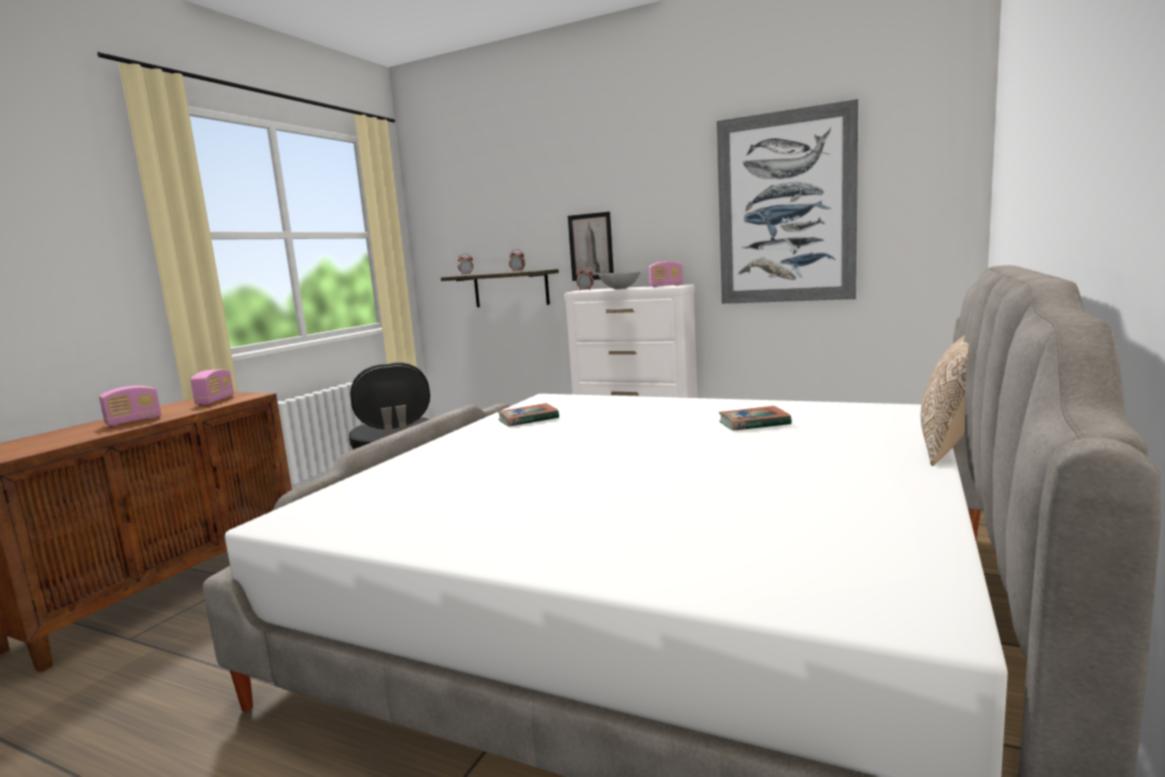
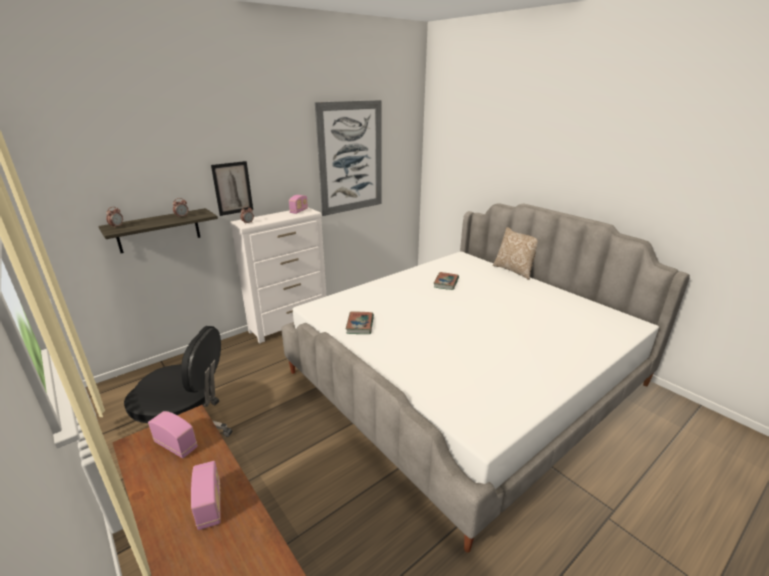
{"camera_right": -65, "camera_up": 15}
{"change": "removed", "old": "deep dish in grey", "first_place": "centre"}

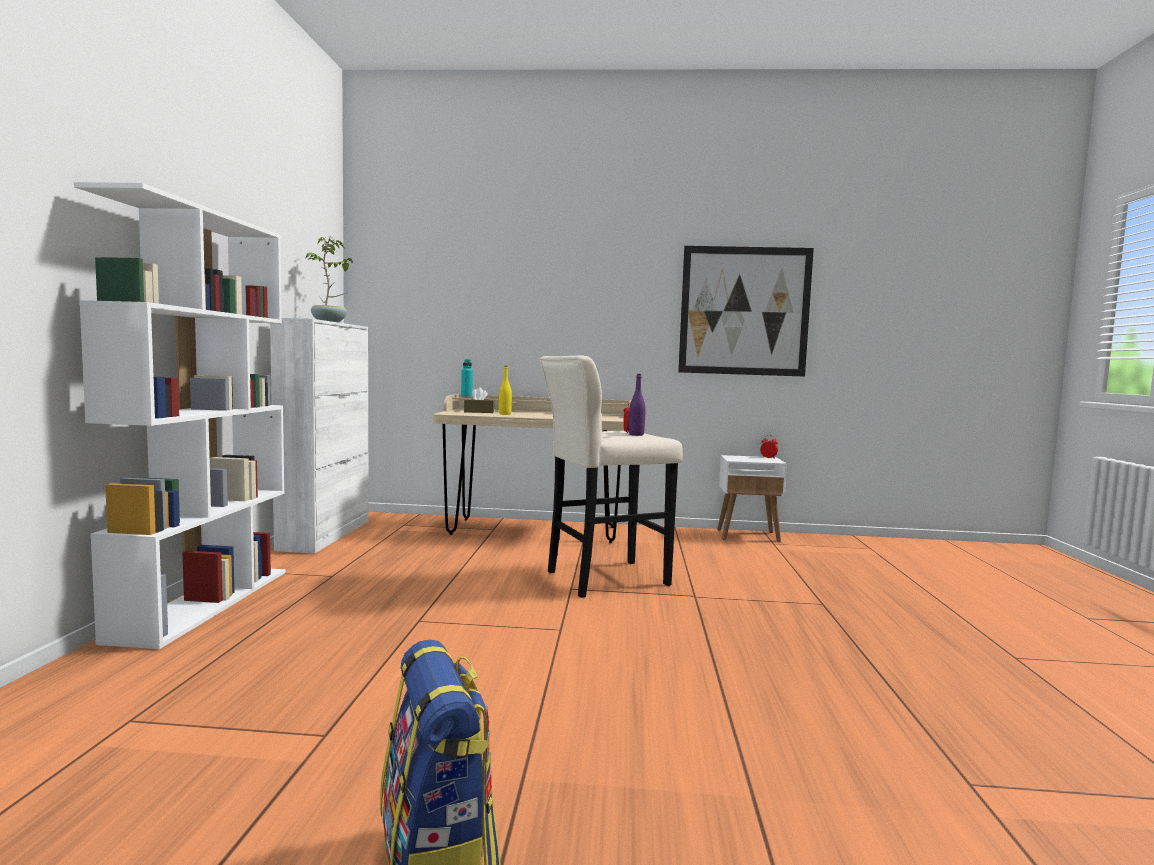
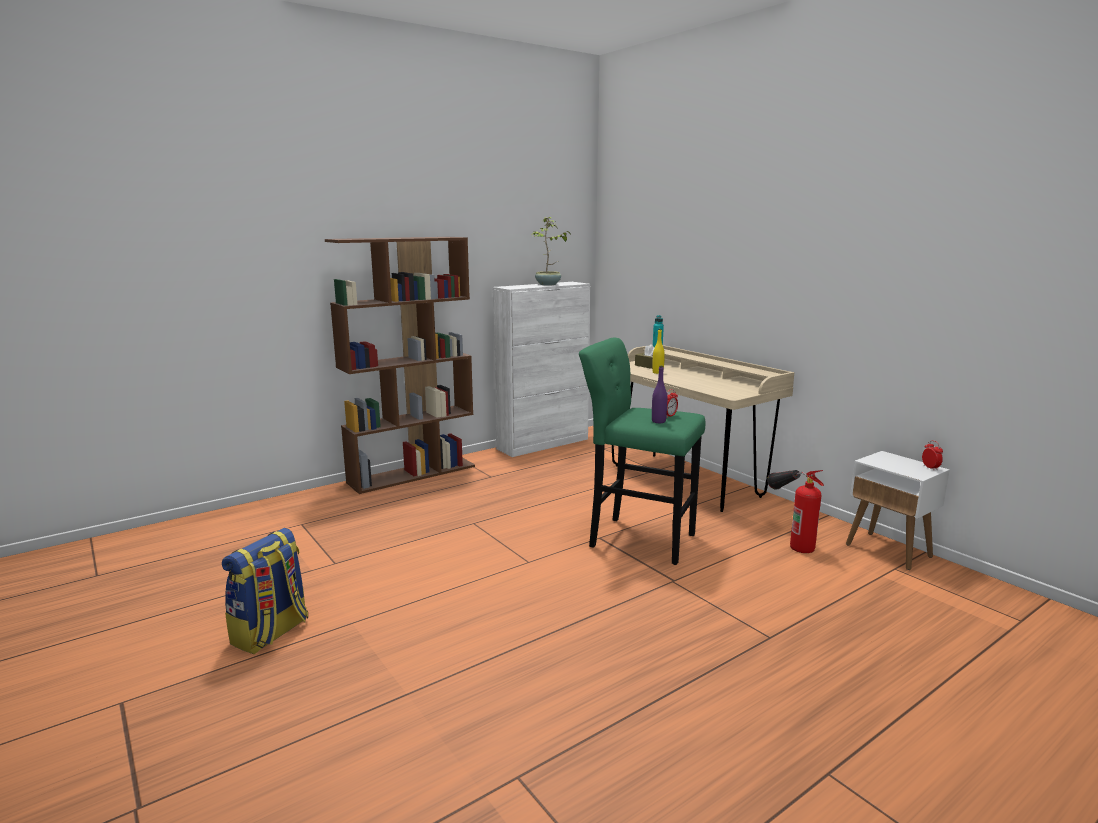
{"camera_right": 50, "camera_up": 10}
{"change": "recoloured", "old": "bookshelf in white-coloured", "new": "bookshelf in brown-coloured", "first_place": "middle left", "second_place": "centre"}
{"change": "recoloured", "old": "stool in sand-coloured", "new": "stool in green-coloured", "first_place": "centre", "second_place": "centre"}
{"change": "removed", "old": "wall art", "first_place": "centre"}
{"change": "added", "new": "fire extinguisher", "second_place": "middle right"}

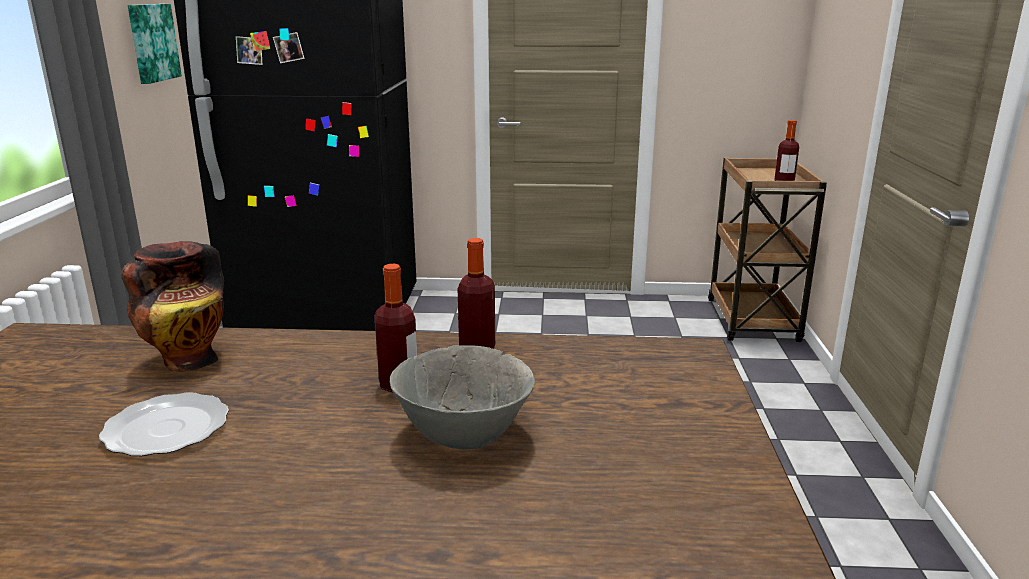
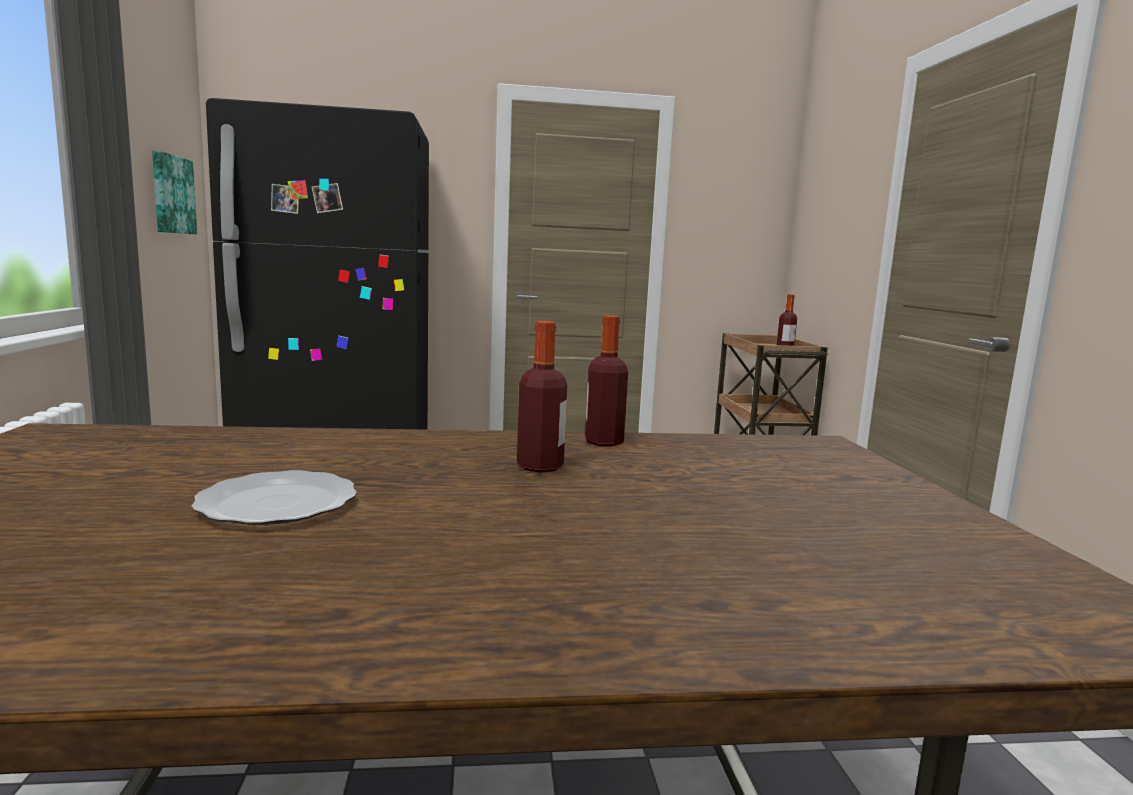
{"camera_right": -10, "camera_up": -10}
{"change": "removed", "old": "vase", "first_place": "middle left"}
{"change": "removed", "old": "deep dish in grey", "first_place": "bottom centre"}

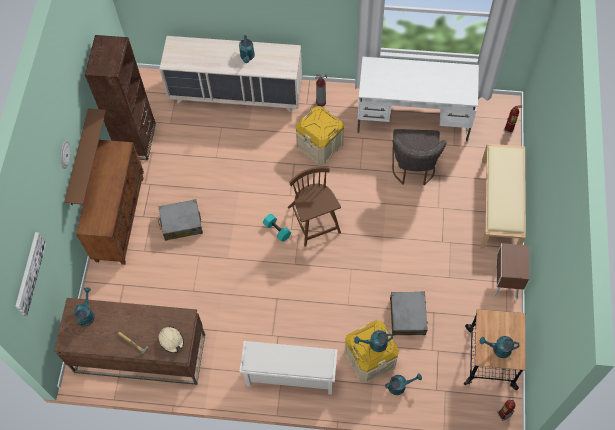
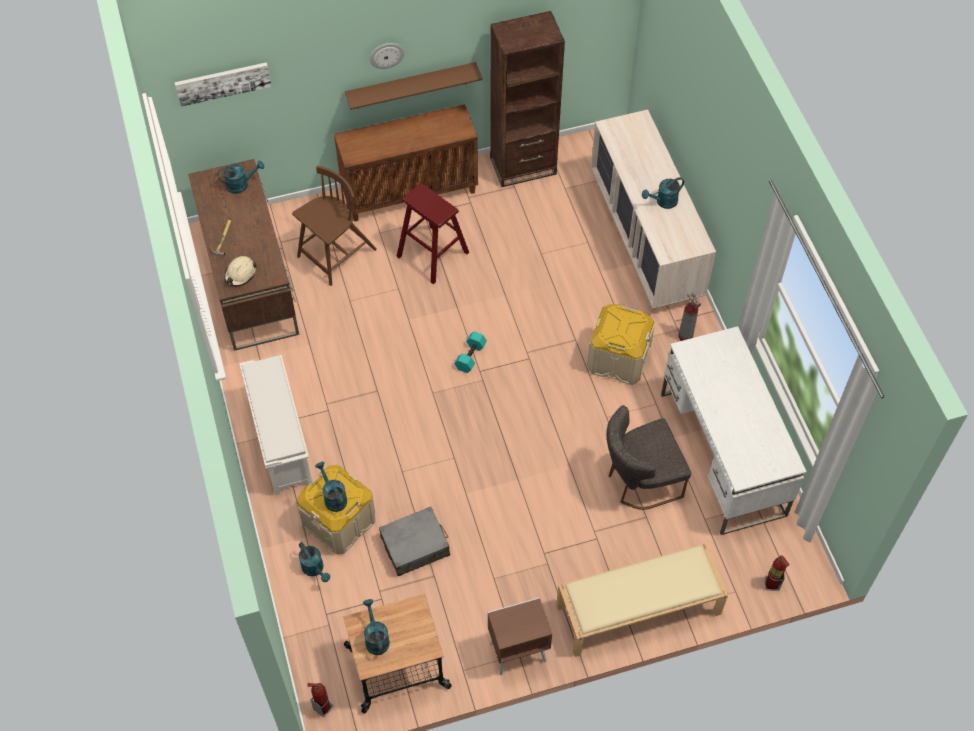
{"camera_right": 65, "camera_up": -5}
{"change": "replaced", "old": "piece of luggage in grey (1st from left)", "new": "stool in red", "first_place": "middle left", "second_place": "top centre"}
{"change": "moved", "old": "chair in brown-coloured", "first_place": "centre", "second_place": "top centre"}

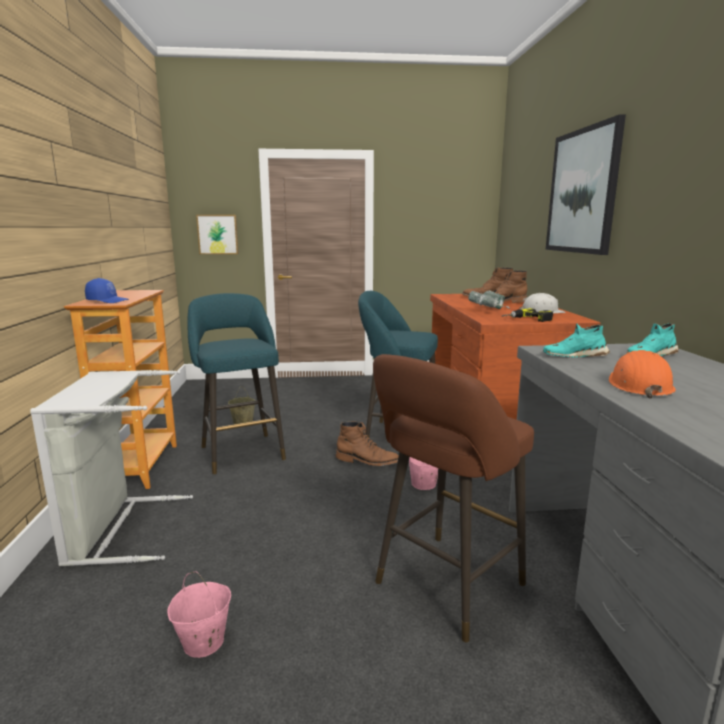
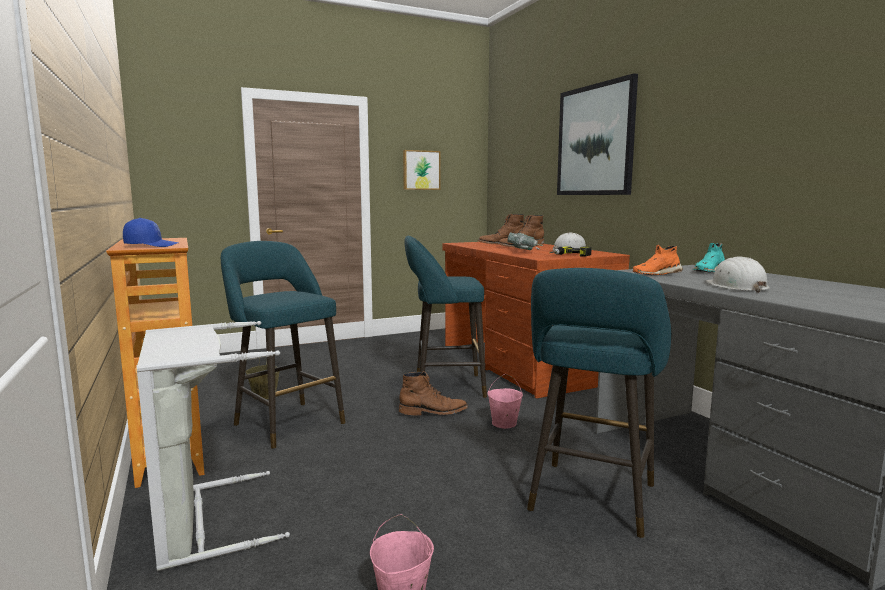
{"camera_right": -20, "camera_up": -5}
{"change": "moved", "old": "wall art (1st from left)", "first_place": "top left", "second_place": "top centre"}
{"change": "recoloured", "old": "stool in brown-coloured", "new": "stool in turquoise (3rd from left)", "first_place": "bottom centre", "second_place": "bottom right"}
{"change": "recoloured", "old": "low shoe in turquoise (1st from left)", "new": "low shoe in orangey", "first_place": "middle right", "second_place": "middle right"}
{"change": "recoloured", "old": "safety helmet in orangey", "new": "safety helmet in white-coloured (2nd from left)", "first_place": "middle right", "second_place": "middle right"}

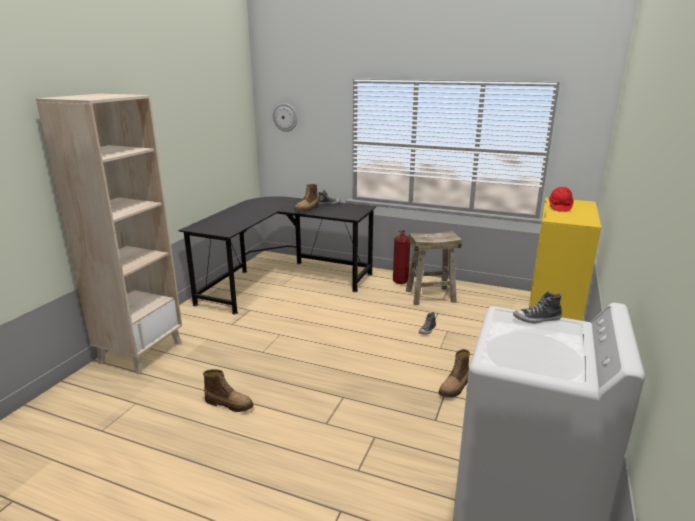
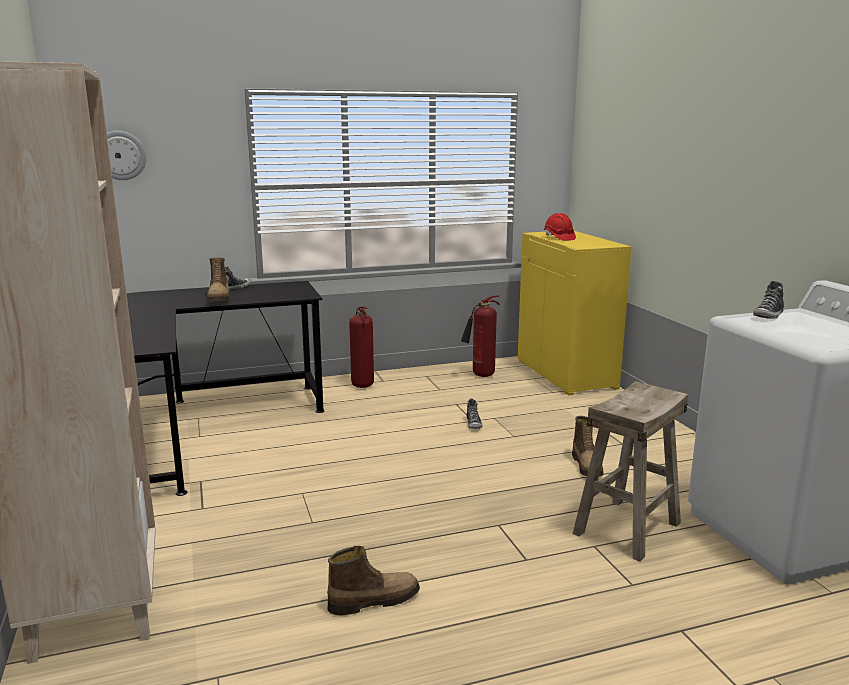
{"camera_right": -40, "camera_up": -5}
{"change": "moved", "old": "stool in sand-coloured", "first_place": "centre", "second_place": "bottom right"}
{"change": "added", "new": "fire extinguisher (2nd from left)", "second_place": "centre"}

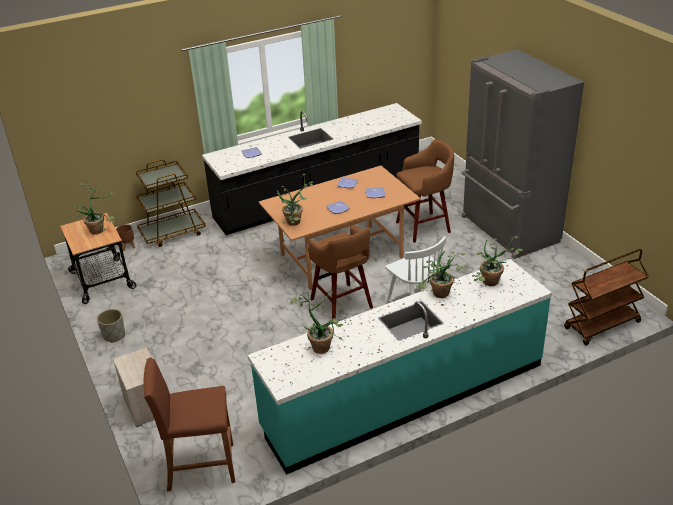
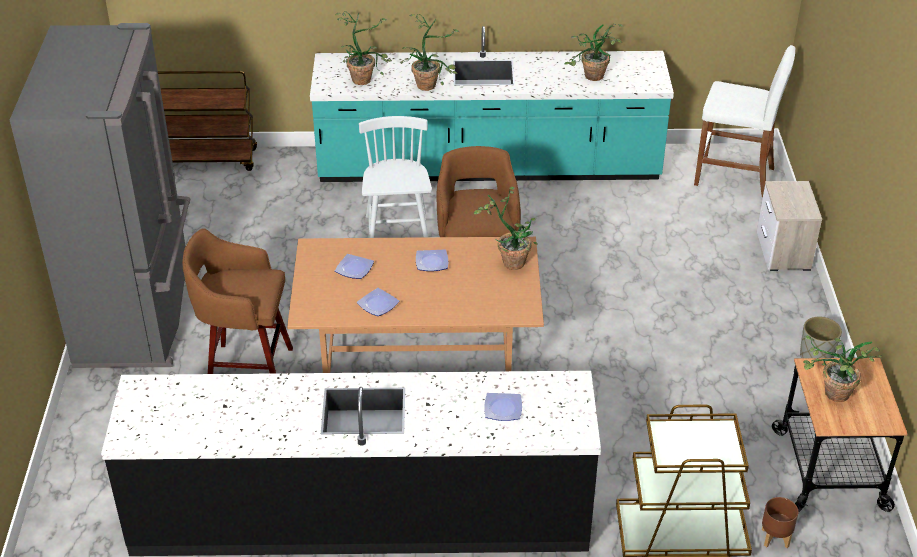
{"camera_right": -155, "camera_up": 5}
{"change": "recoloured", "old": "stool in brown-coloured (1st from left)", "new": "stool in white-coloured", "first_place": "bottom left", "second_place": "top right"}

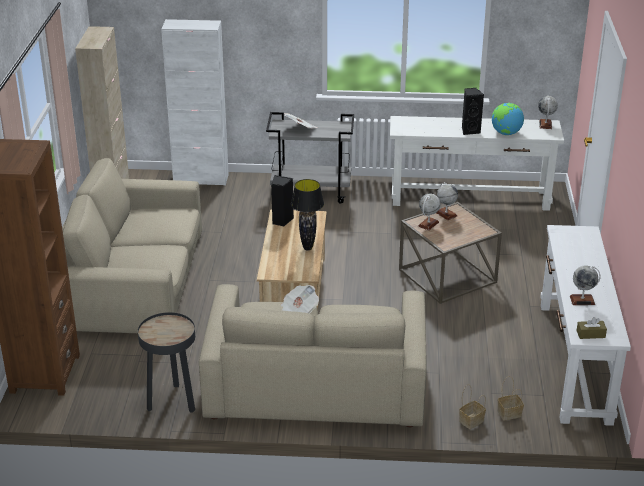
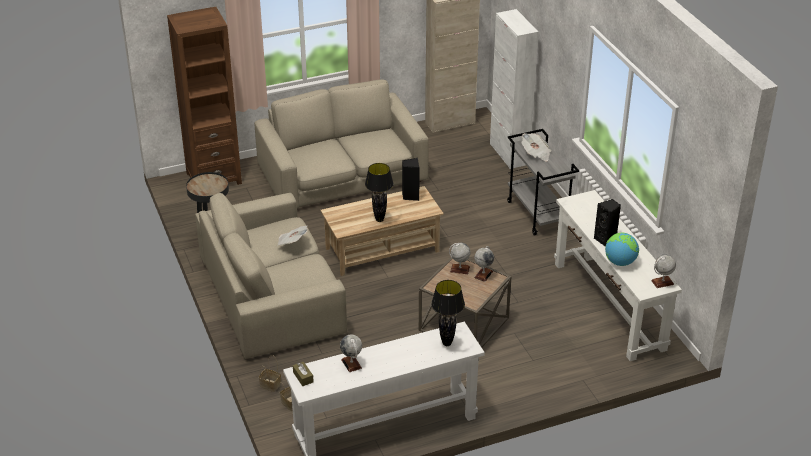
{"camera_right": 65, "camera_up": 5}
{"change": "added", "new": "lamp for a table in black (2nd from left)", "second_place": "bottom centre"}

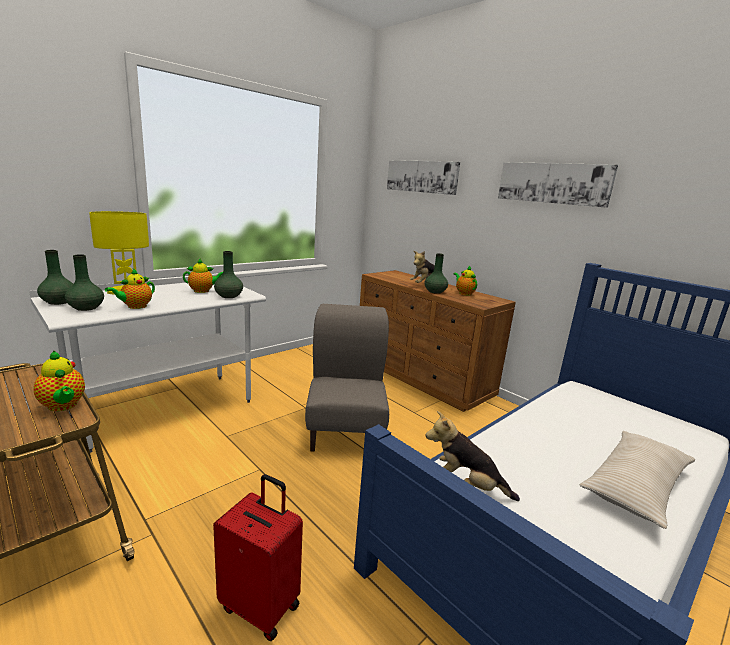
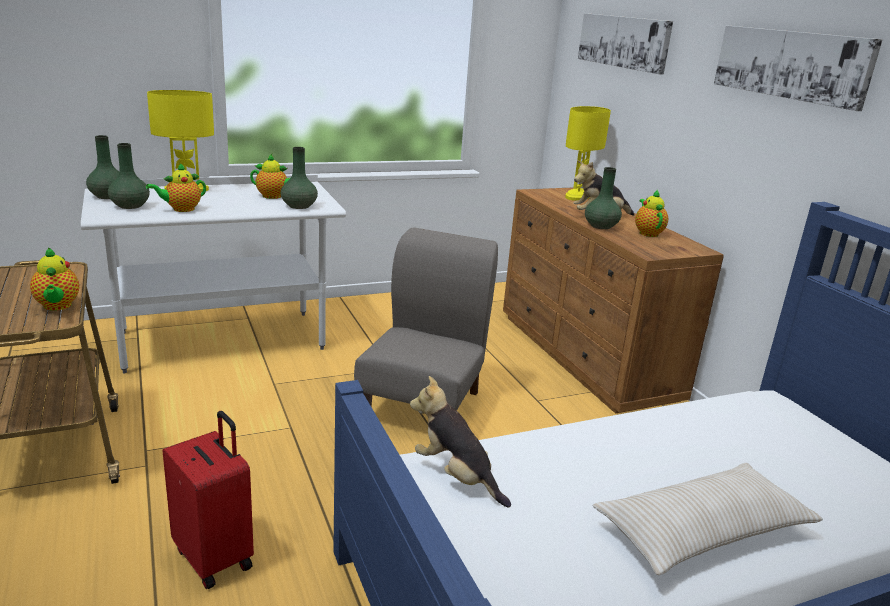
{"camera_right": 20, "camera_up": 5}
{"change": "added", "new": "lamp for a table in yellow (2nd from left)", "second_place": "top centre"}

